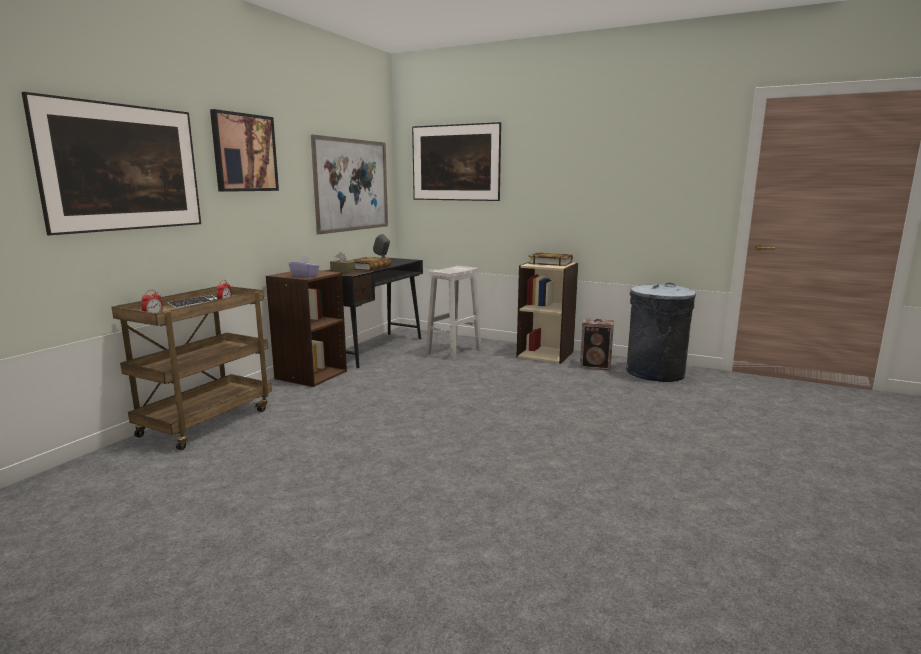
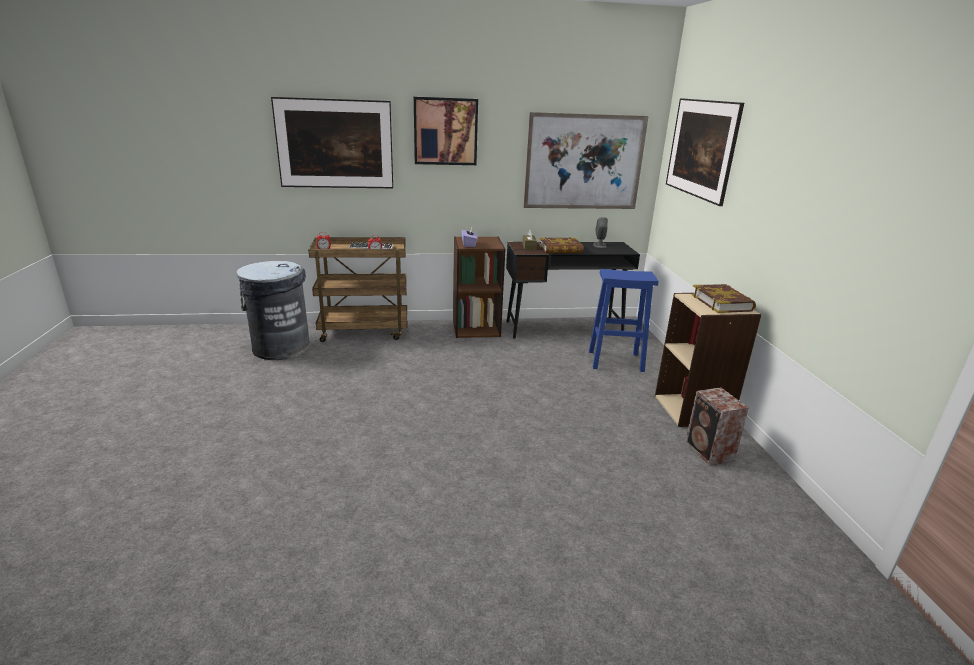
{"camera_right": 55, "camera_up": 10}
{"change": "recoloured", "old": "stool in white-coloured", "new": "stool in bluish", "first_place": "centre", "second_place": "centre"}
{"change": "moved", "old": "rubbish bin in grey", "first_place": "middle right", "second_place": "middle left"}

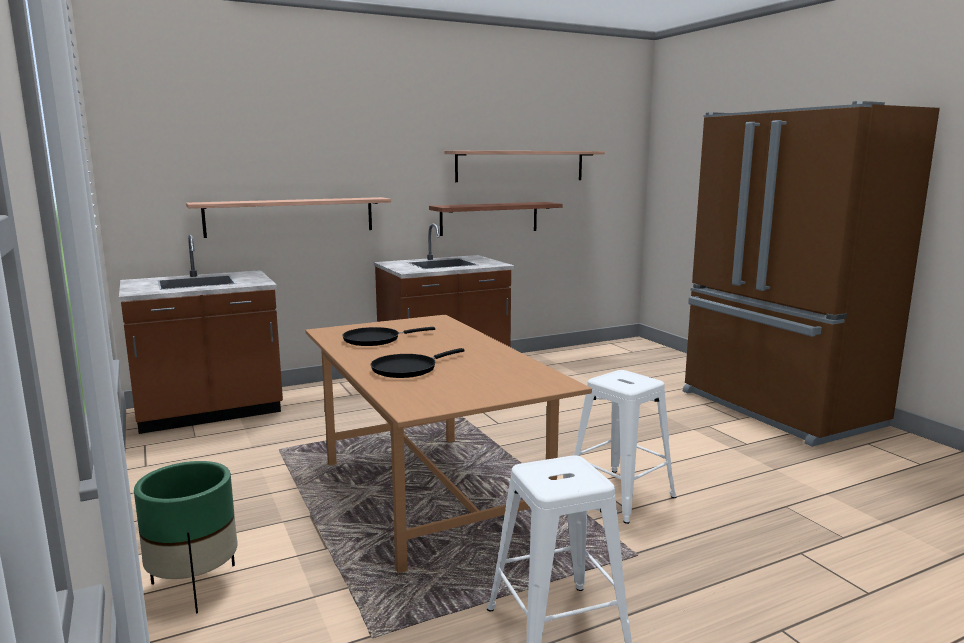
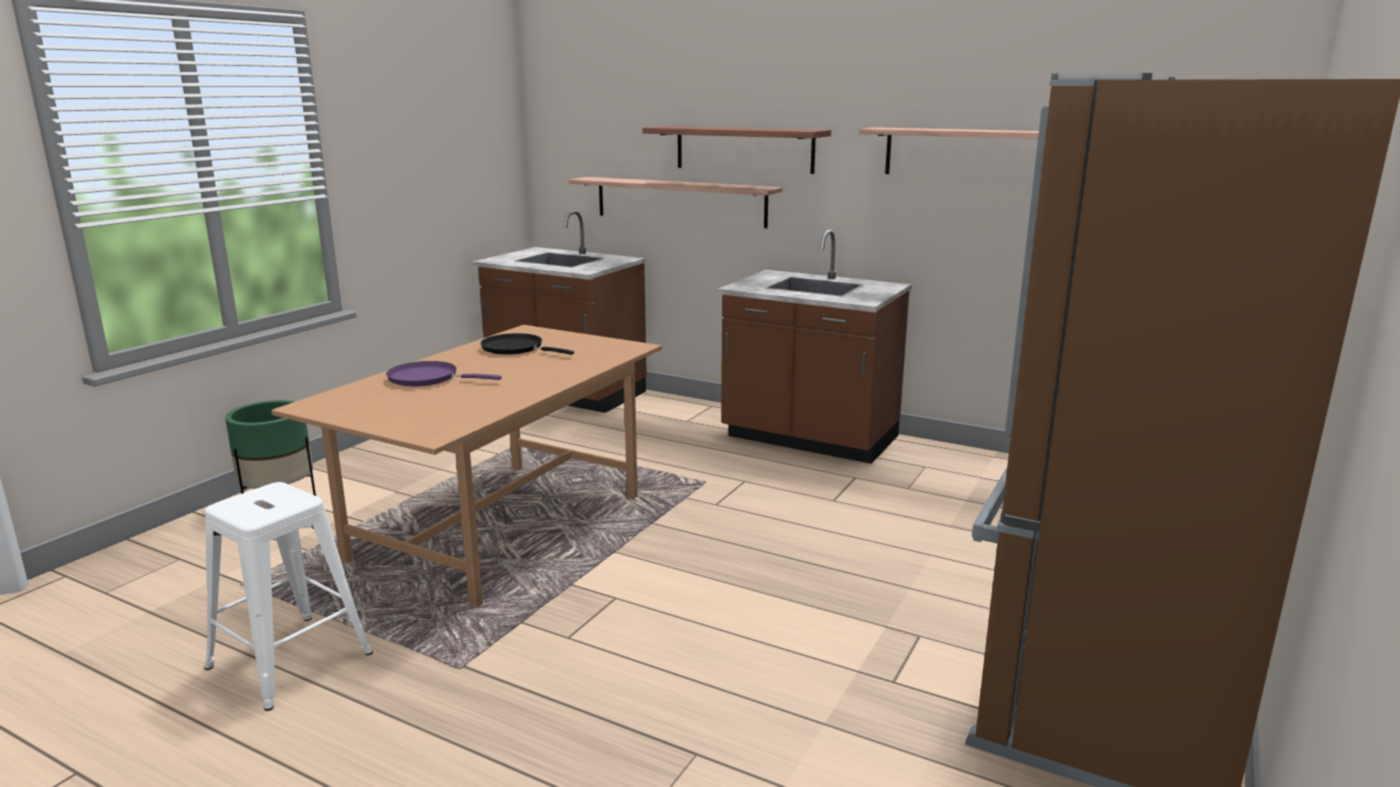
{"camera_right": 55, "camera_up": 5}
{"change": "recoloured", "old": "frying pan in black (2nd from left)", "new": "frying pan in purple-coloured", "first_place": "centre", "second_place": "middle left"}
{"change": "moved", "old": "wall shelf (2nd from left)", "first_place": "centre", "second_place": "top centre"}
{"change": "removed", "old": "stool in white-coloured (2nd from left)", "first_place": "bottom centre"}

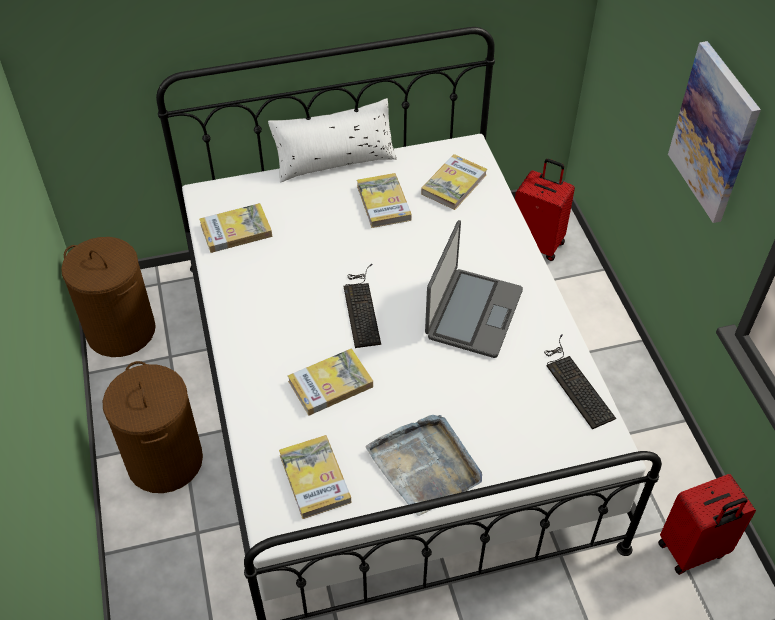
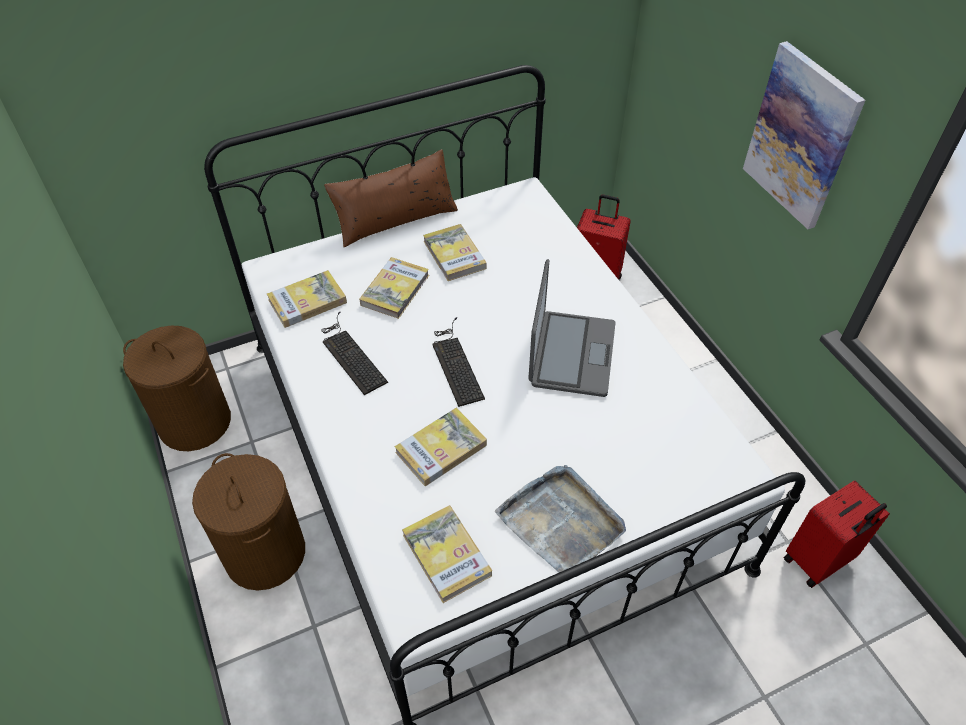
{"camera_right": -10, "camera_up": 0}
{"change": "recoloured", "old": "throw pillow in white-coloured", "new": "throw pillow in brown-coloured", "first_place": "top centre", "second_place": "top centre"}
{"change": "moved", "old": "book (5th from left in the first image)", "new": "book (2nd from left)", "first_place": "top centre", "second_place": "centre"}
{"change": "moved", "old": "keyboard (2nd from left in the first image)", "new": "keyboard (1st from left)", "first_place": "middle right", "second_place": "centre"}

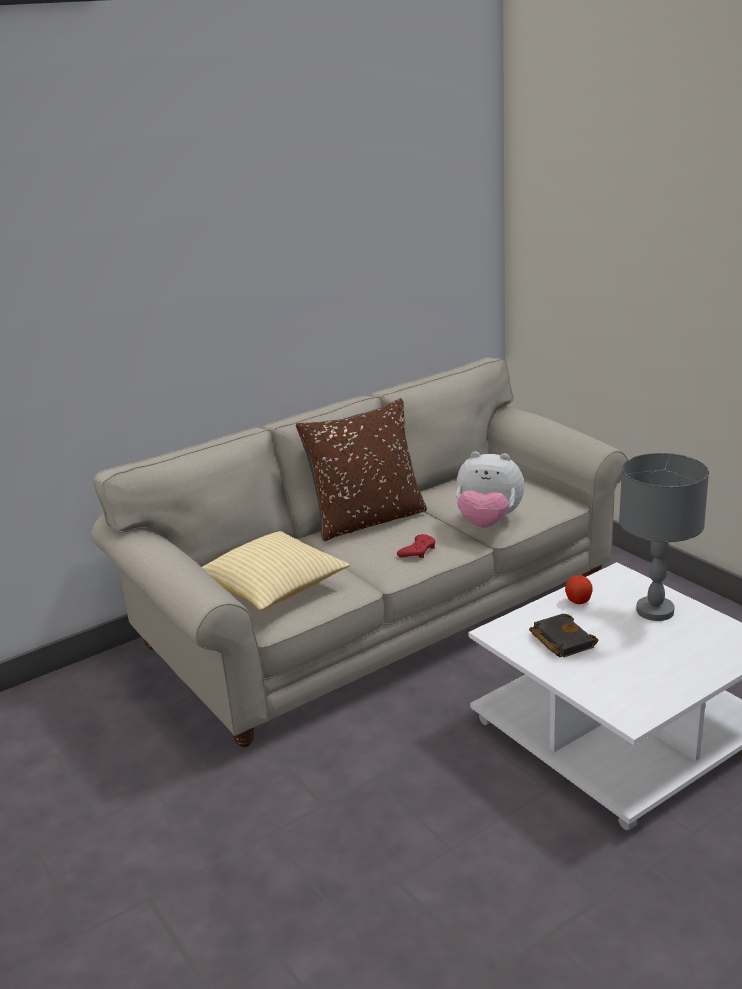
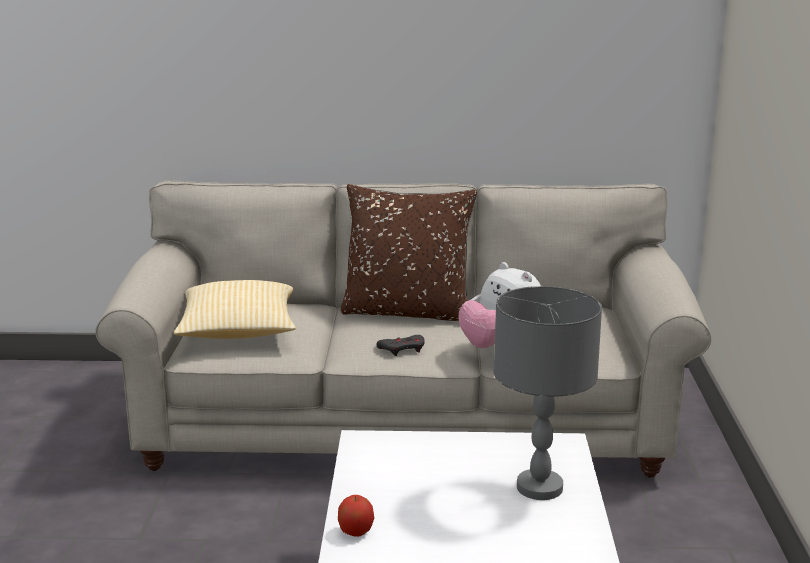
{"camera_right": 35, "camera_up": -5}
{"change": "recoloured", "old": "joypad in red", "new": "joypad in grey", "first_place": "centre", "second_place": "centre"}
{"change": "removed", "old": "book in black", "first_place": "middle right"}
{"change": "moved", "old": "whole apple", "first_place": "middle right", "second_place": "bottom centre"}

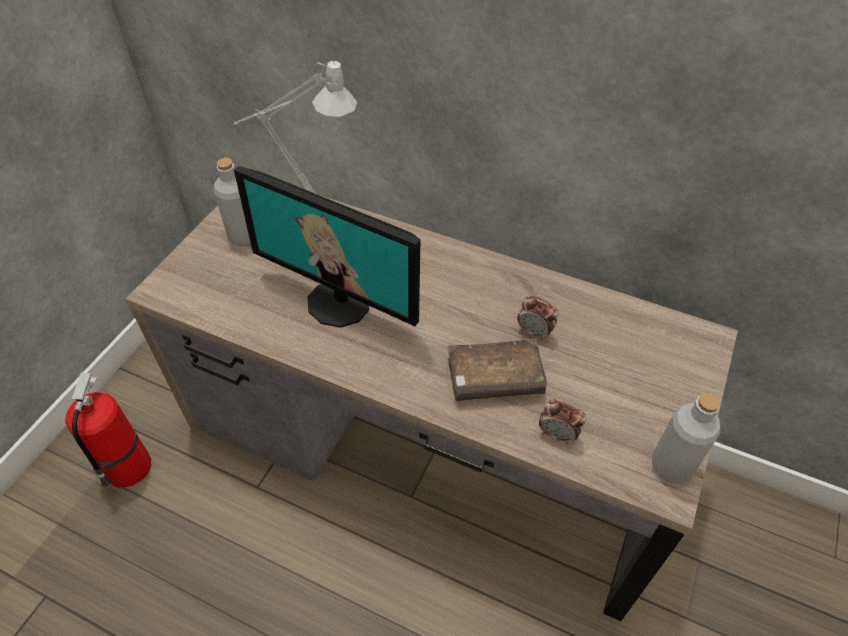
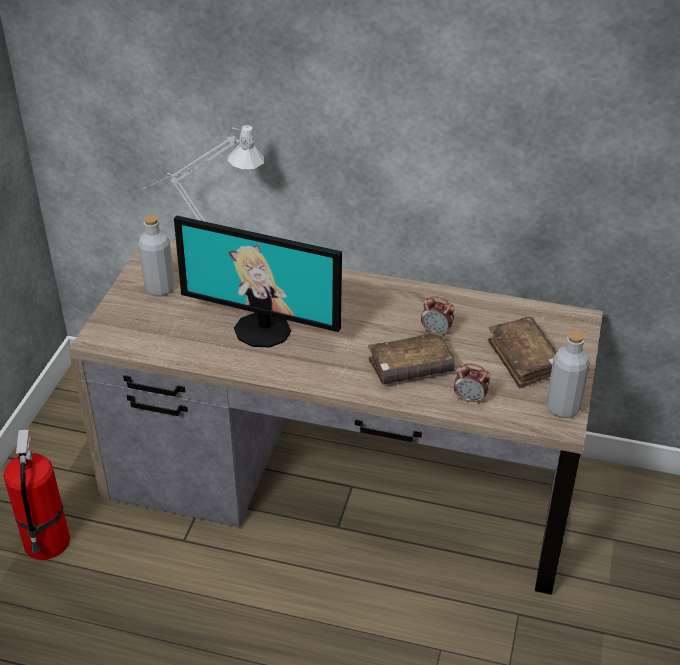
{"camera_right": -10, "camera_up": -10}
{"change": "added", "new": "book in brown-coloured (2nd from left)", "second_place": "middle right"}

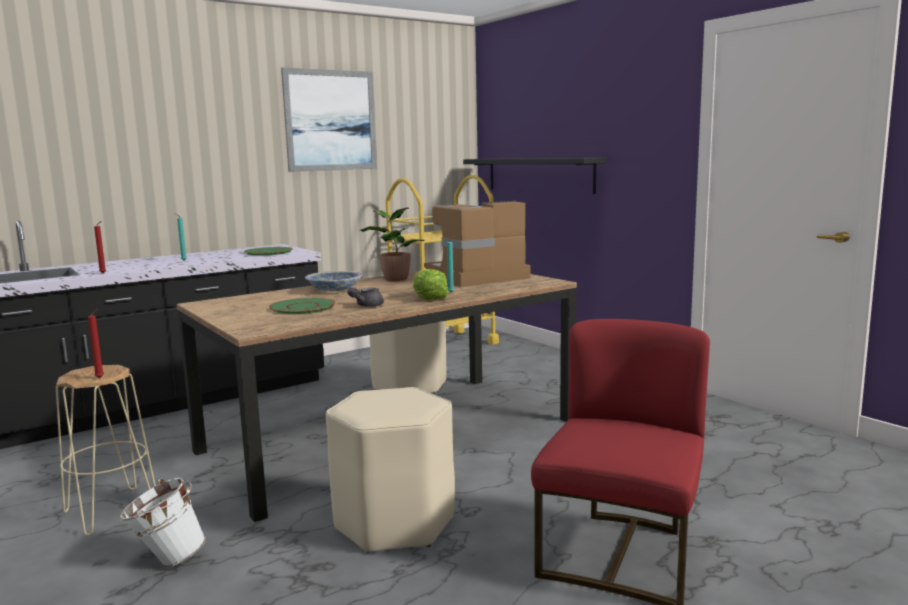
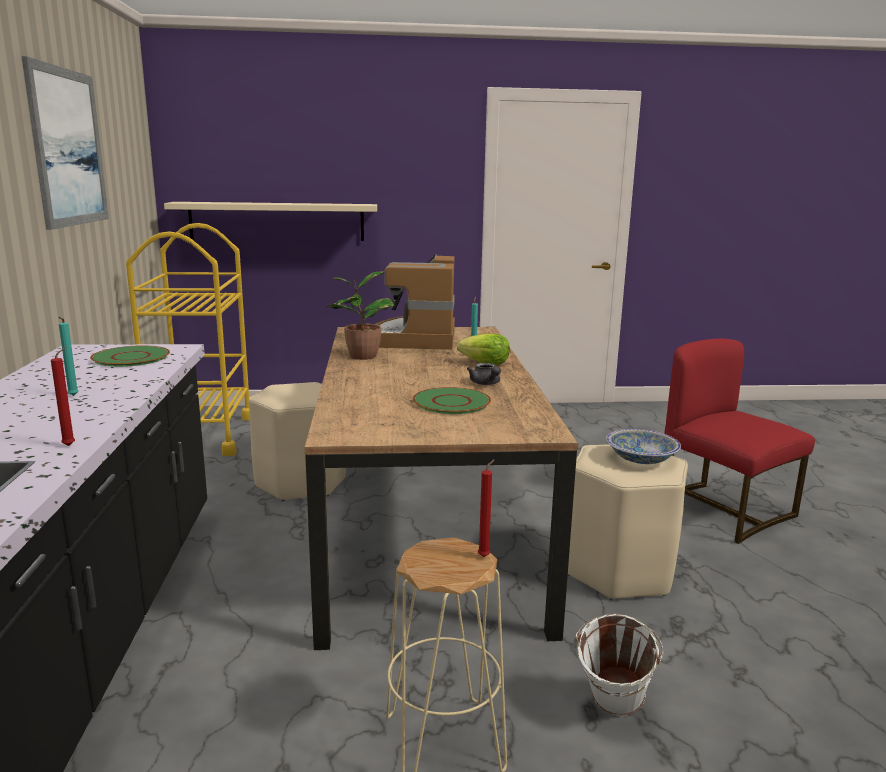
{"camera_right": -60, "camera_up": 5}
{"change": "moved", "old": "deep dish", "first_place": "centre", "second_place": "middle right"}
{"change": "recoloured", "old": "wall shelf in black", "new": "wall shelf in sand-coloured", "first_place": "top centre", "second_place": "top left"}

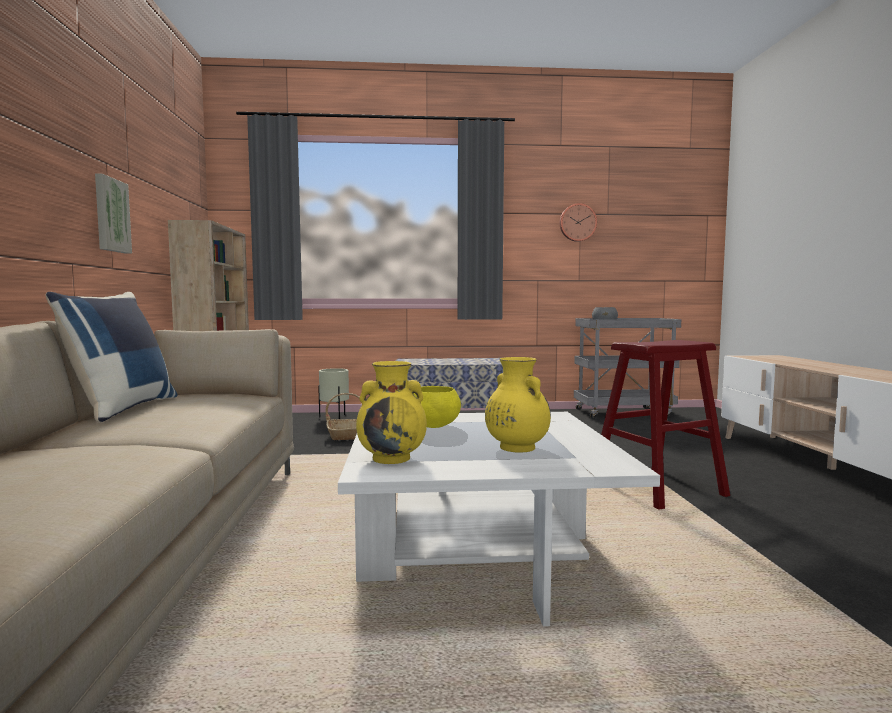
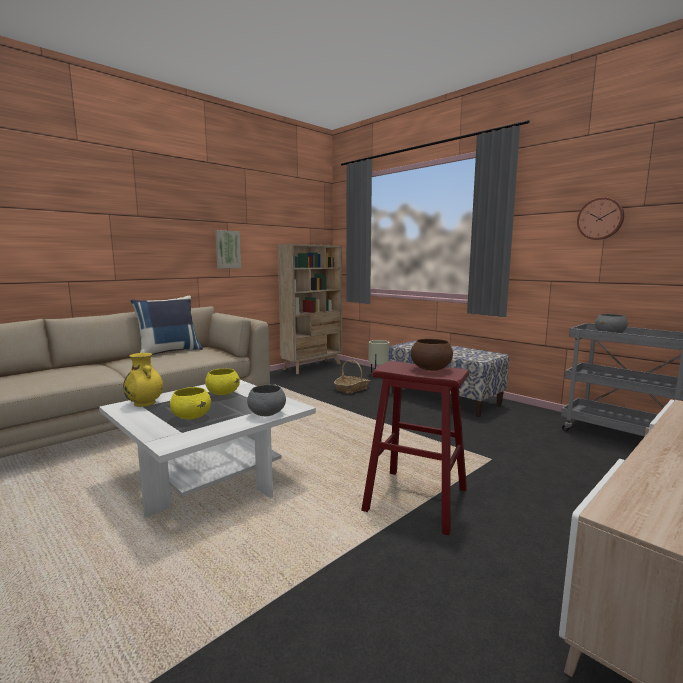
{"camera_right": 50, "camera_up": 5}
{"change": "replaced", "old": "vase in yellow (2nd from left)", "new": "deep dish in yellow (1st from left)", "first_place": "centre", "second_place": "middle left"}
{"change": "added", "new": "deep dish in grey (1st from left)", "second_place": "centre"}
{"change": "added", "new": "deep dish in brown-coloured", "second_place": "centre"}

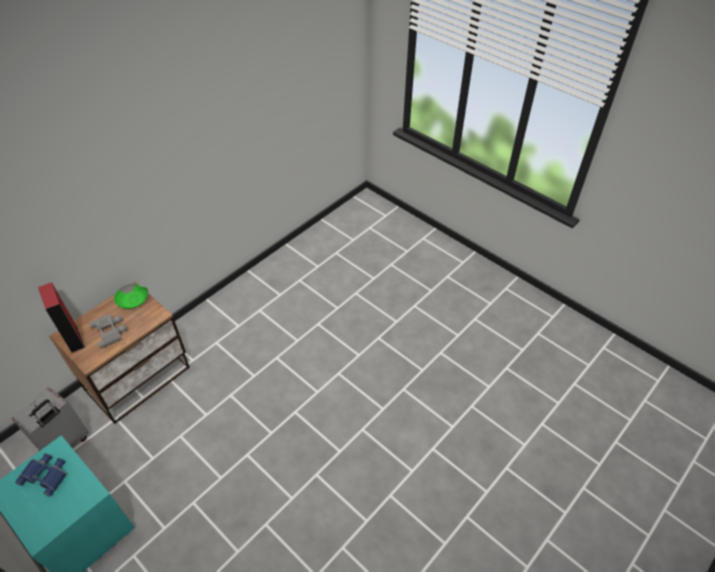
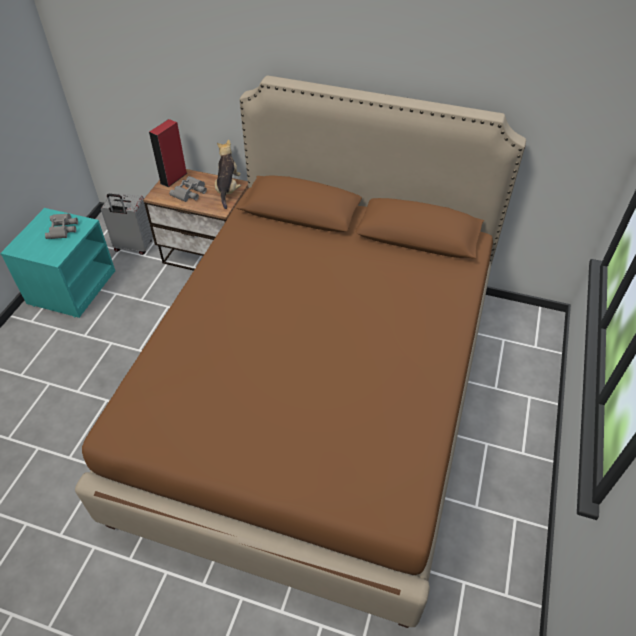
{"camera_right": 65, "camera_up": 0}
{"change": "recoloured", "old": "binoculars in bluish", "new": "binoculars in grey (1st from left)", "first_place": "bottom left", "second_place": "middle left"}
{"change": "replaced", "old": "deep dish in green-coloured", "new": "cuddly toy", "first_place": "middle left", "second_place": "top centre"}
{"change": "added", "new": "sleeping bed in brown-coloured", "second_place": "centre"}

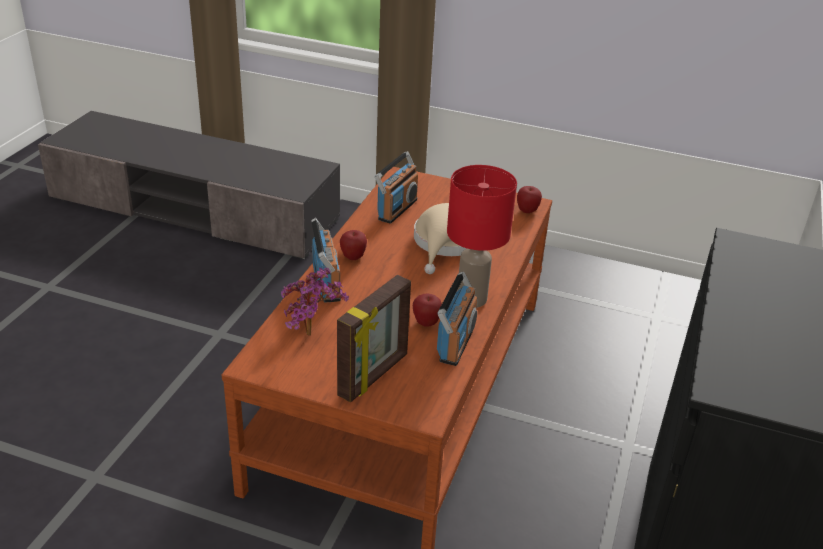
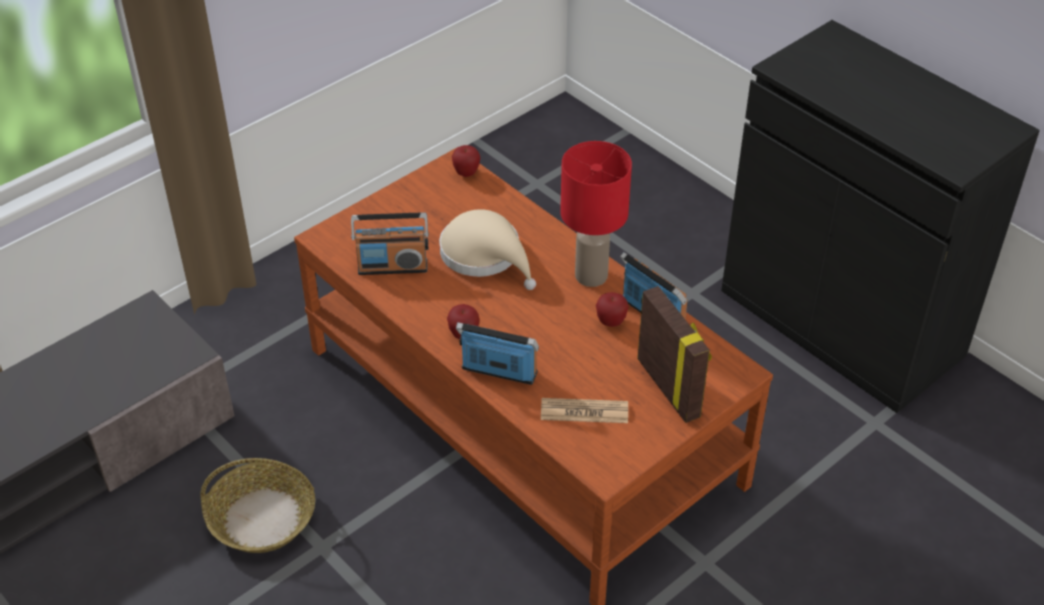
{"camera_right": -60, "camera_up": 10}
{"change": "replaced", "old": "houseplant", "new": "printed paper", "first_place": "centre", "second_place": "bottom centre"}
{"change": "turned", "old": "radio receiver (2nd from left in the first image)", "first_place": "centre", "second_place": "centre", "degrees": 120}
{"change": "added", "new": "storage basket", "second_place": "bottom left"}

